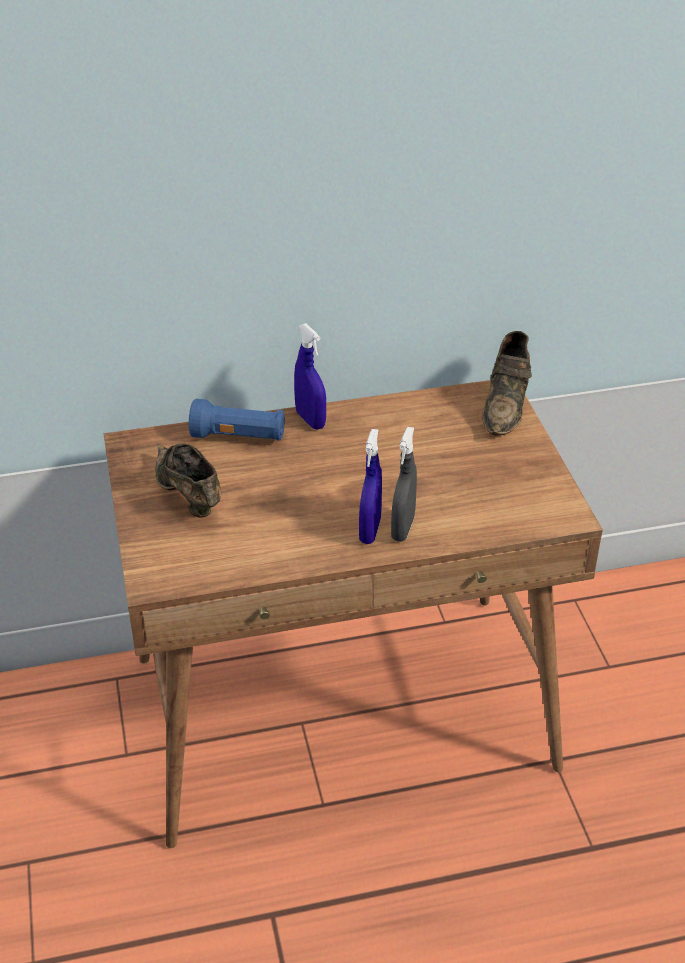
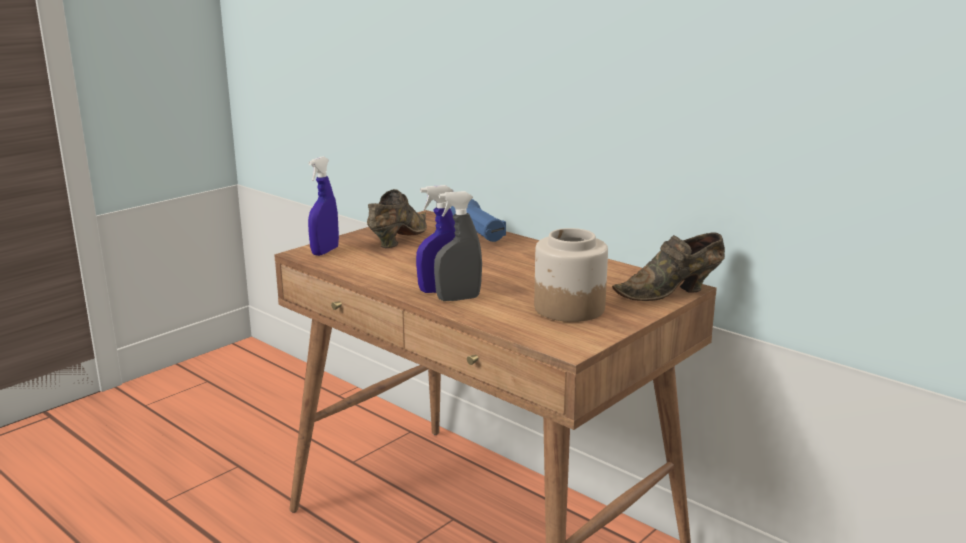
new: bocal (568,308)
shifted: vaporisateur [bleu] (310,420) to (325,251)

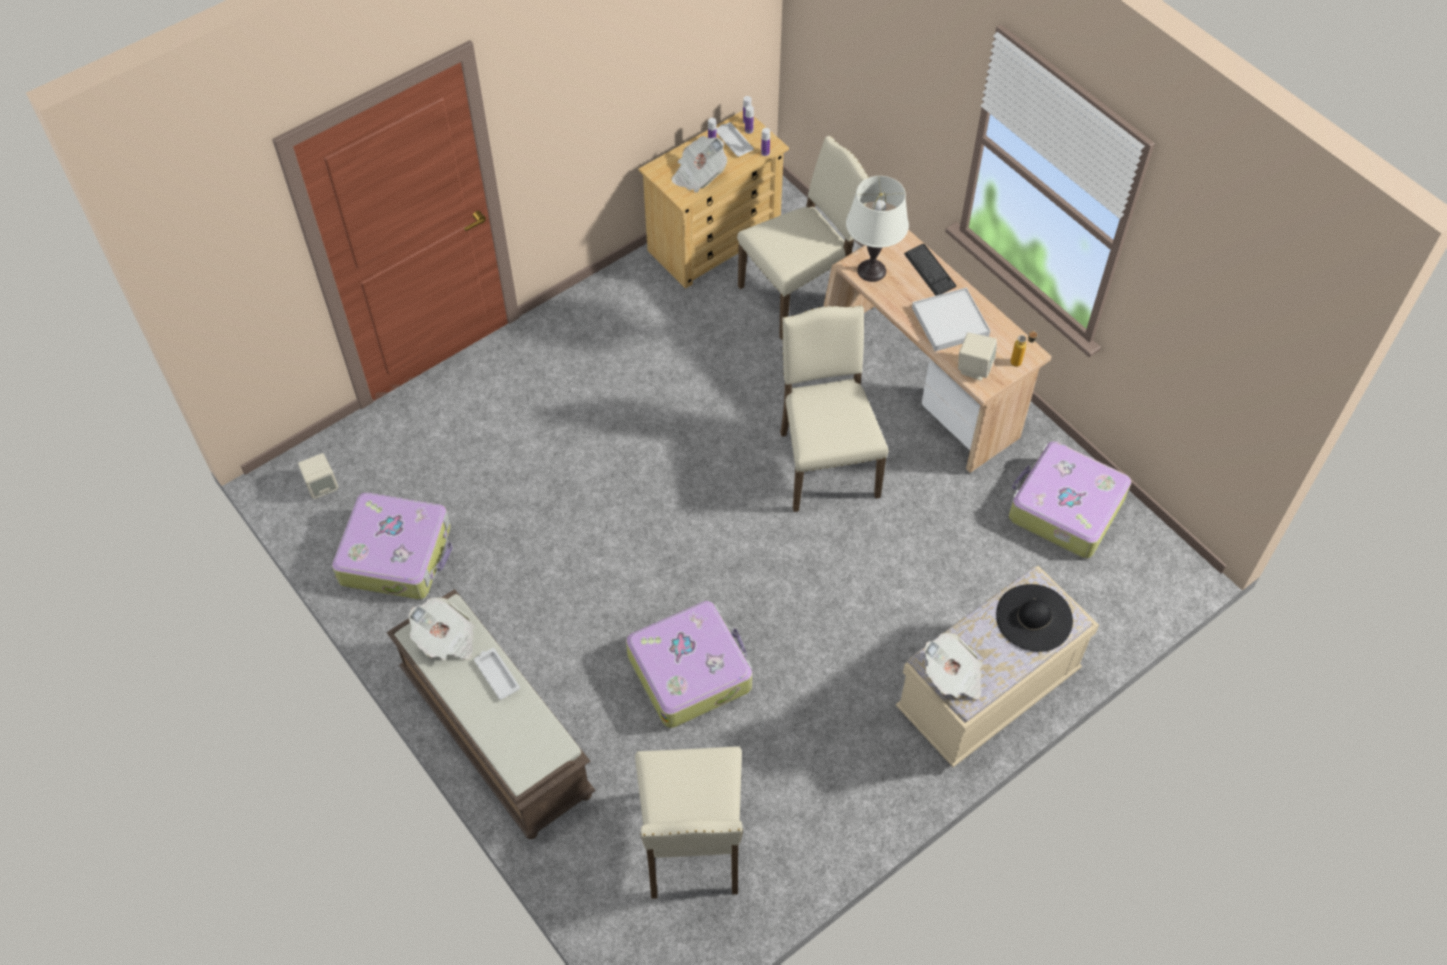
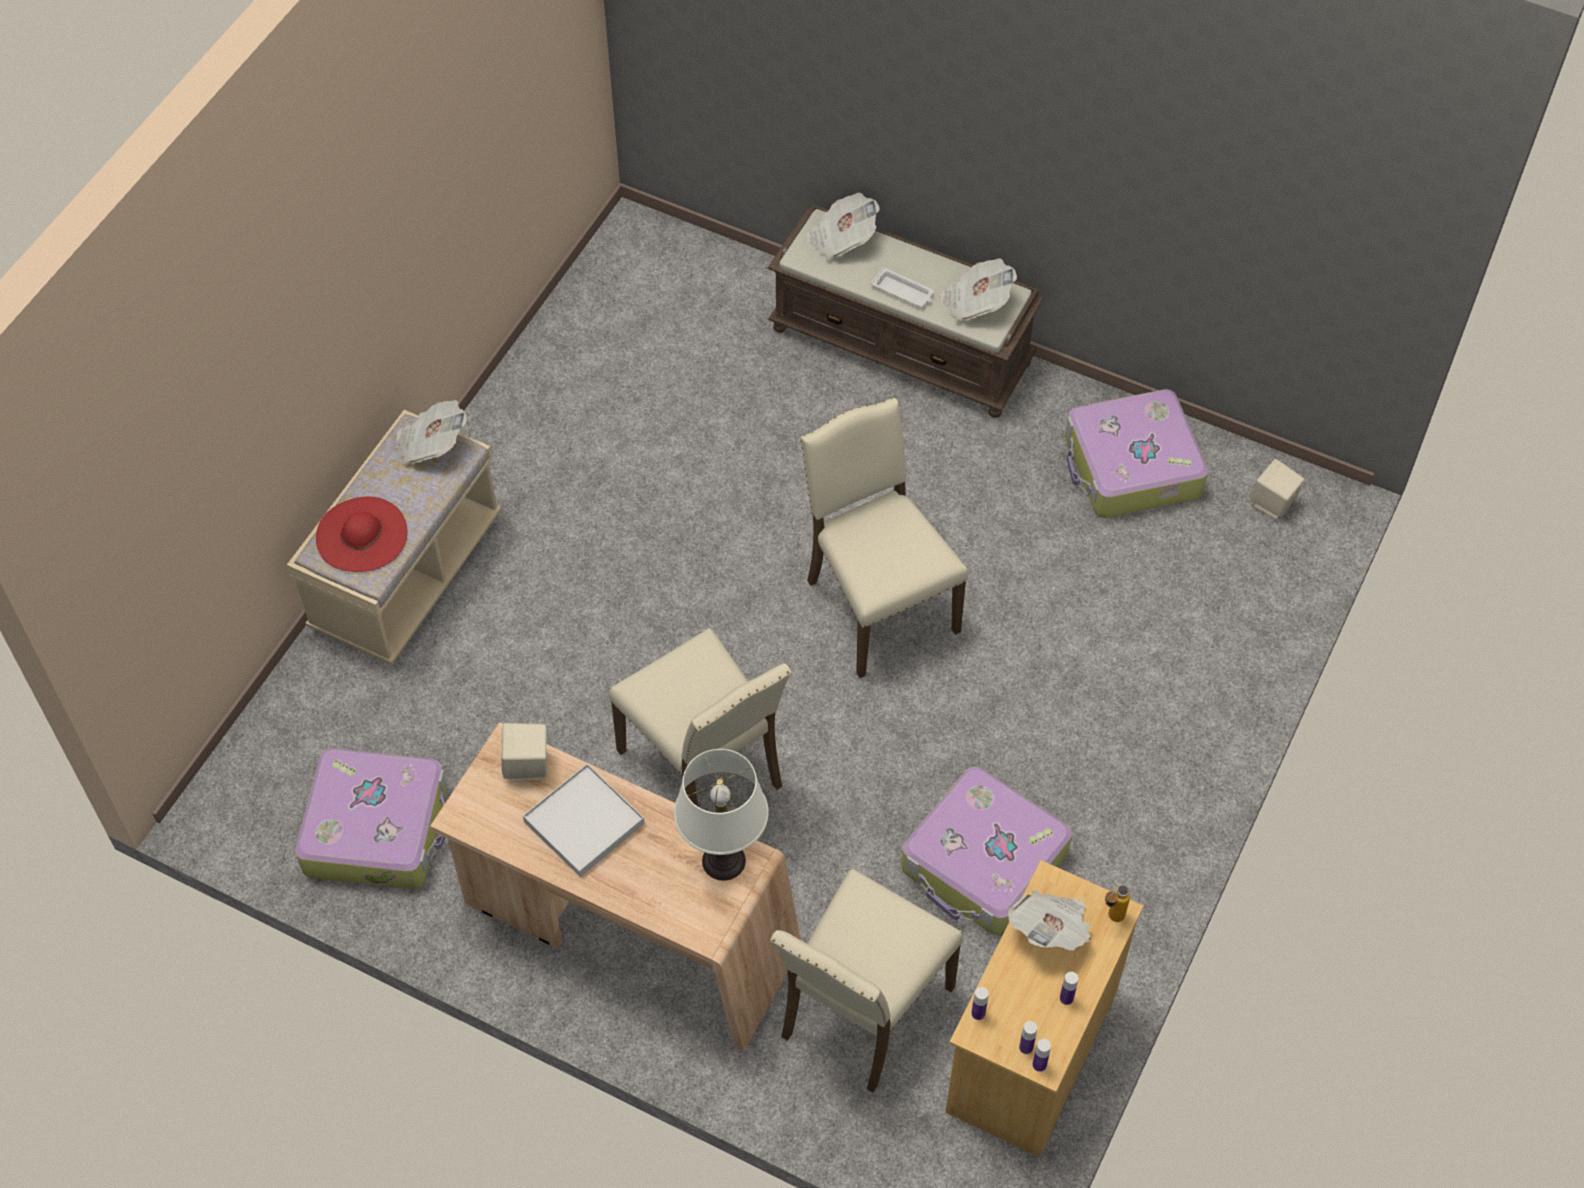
gone: plateau [blanc] (733,141); clavier (929,271)
new: journal (841,239)
shifted: chaise [beige] (692,845) to (877,604); valise (690,670) to (984,863); bouteille (1020,361) to (1111,919)
repainted: chapeau [noir] (1034,618) to chapeau [rouge] (361,535)

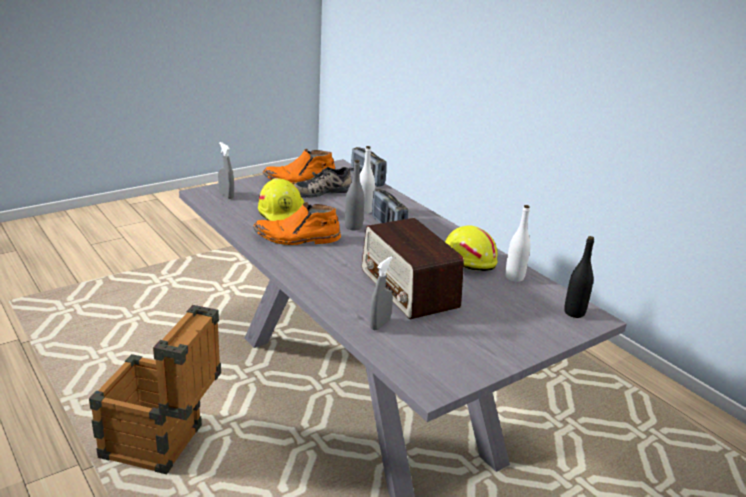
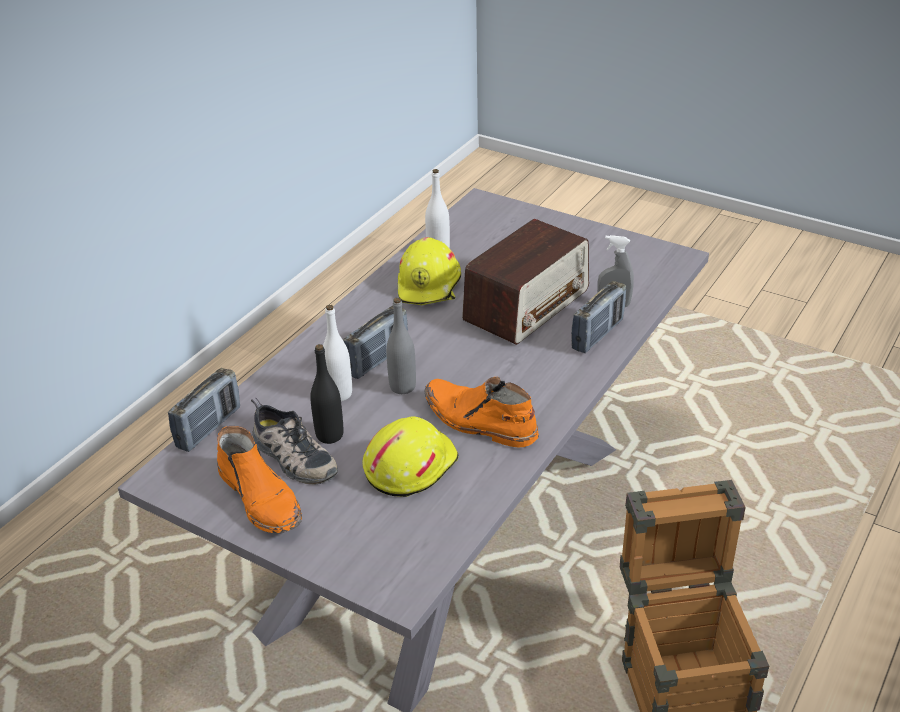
gone: vaporisateur [gris] (226,195)
new: radio (597,335)
shifted: bouteille [noir] (574,312) to (329,435)
rotated: botte [orange] (297,238) = (479,422) 150 degrees clockwise

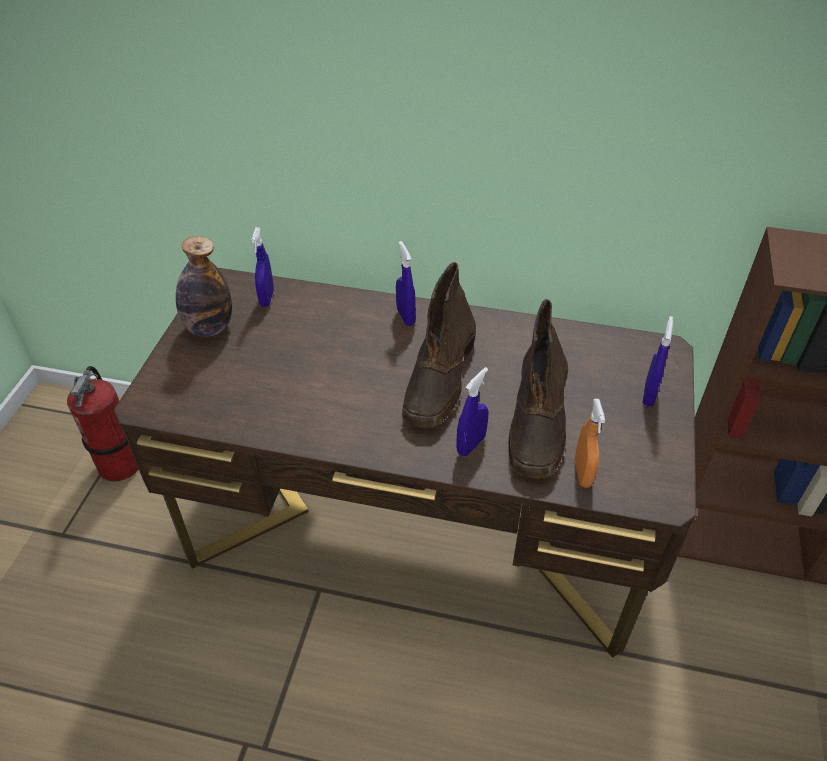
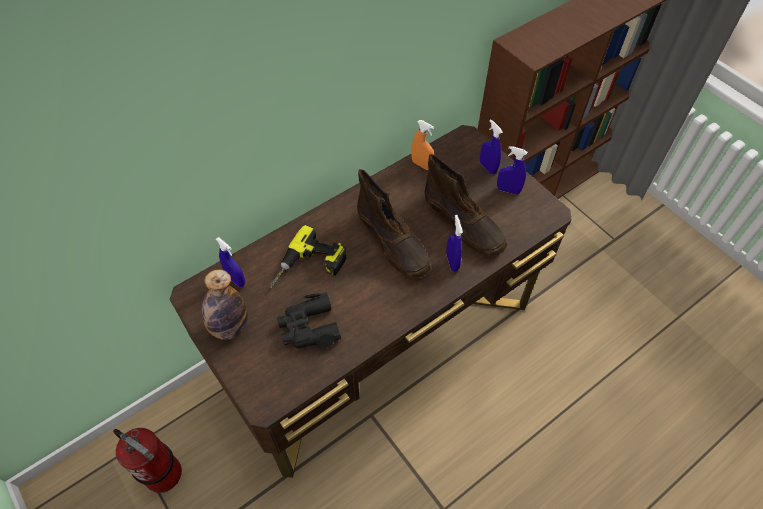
new: perceuse (309,268); jumelles [noir] (309,327)
shifted: vaporisateur [orange] (583,474) to (421,164); vaporisateur [bleu] (405,317) to (508,190)

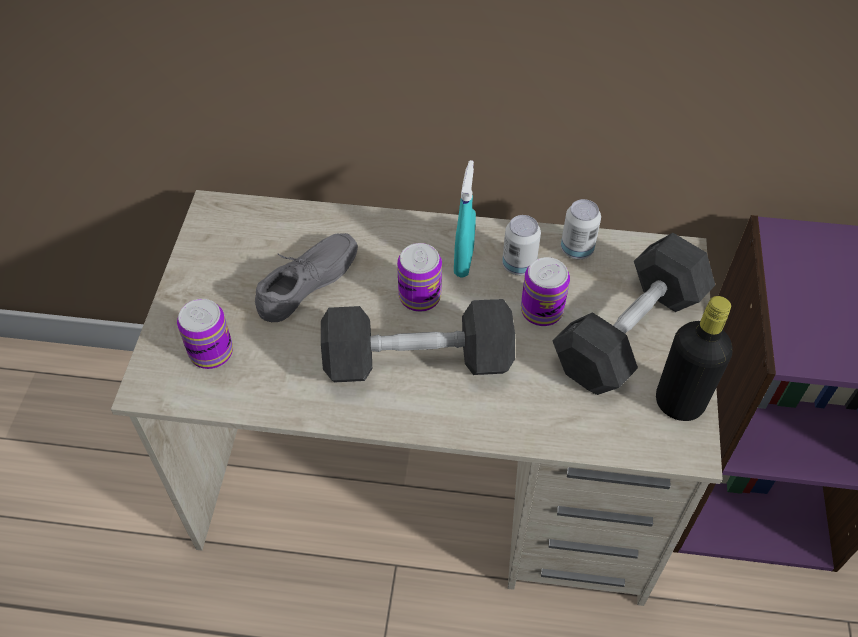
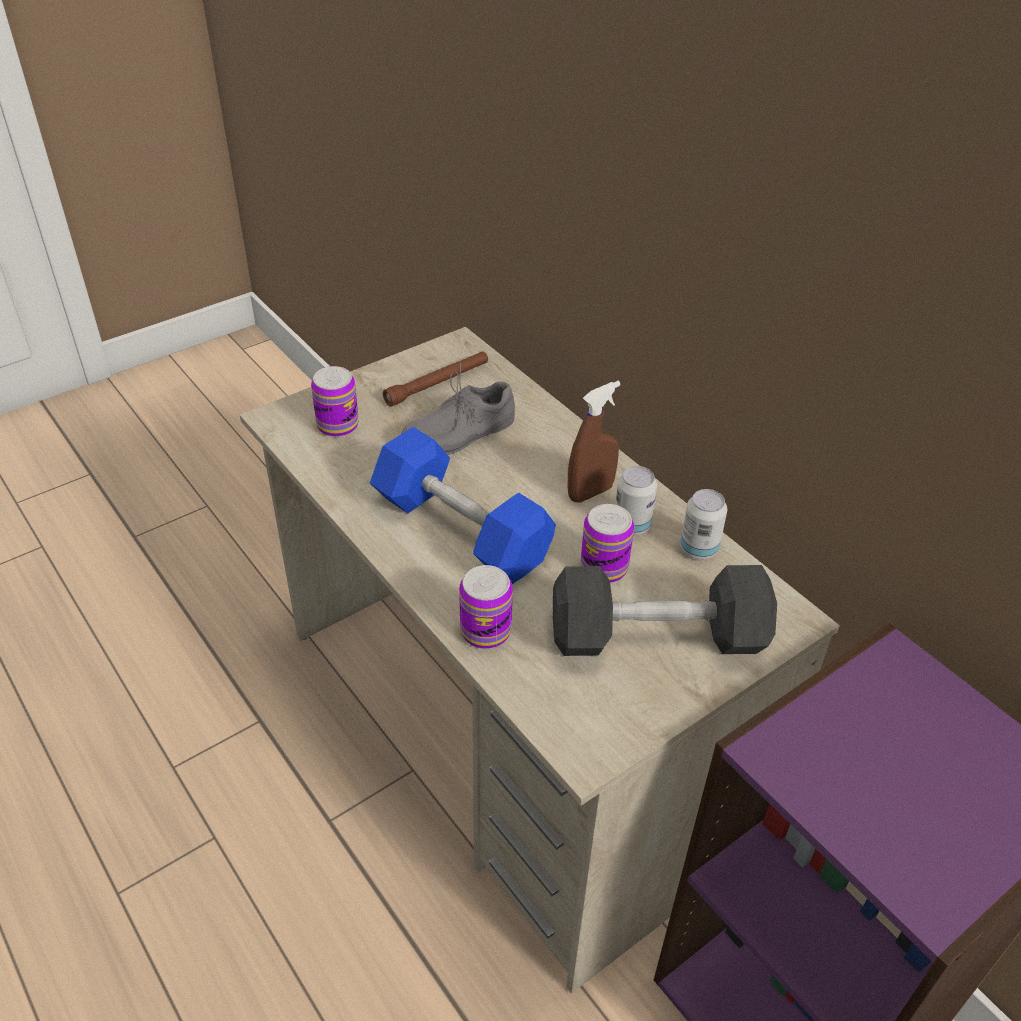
gone: bouteille [noir] (679,403)
new: lampe de poche [marron] (437,384)
shifted: boîte métallique (420,297) to (485,631)
repainted: haltère [gris] (418,361) to haltère [bleu] (461,529); vaporisateur [turquoise] (463,261) to vaporisateur [marron] (590,492)
rotated: chaussure [gris] (311,285) = (457,431) 150 degrees clockwise

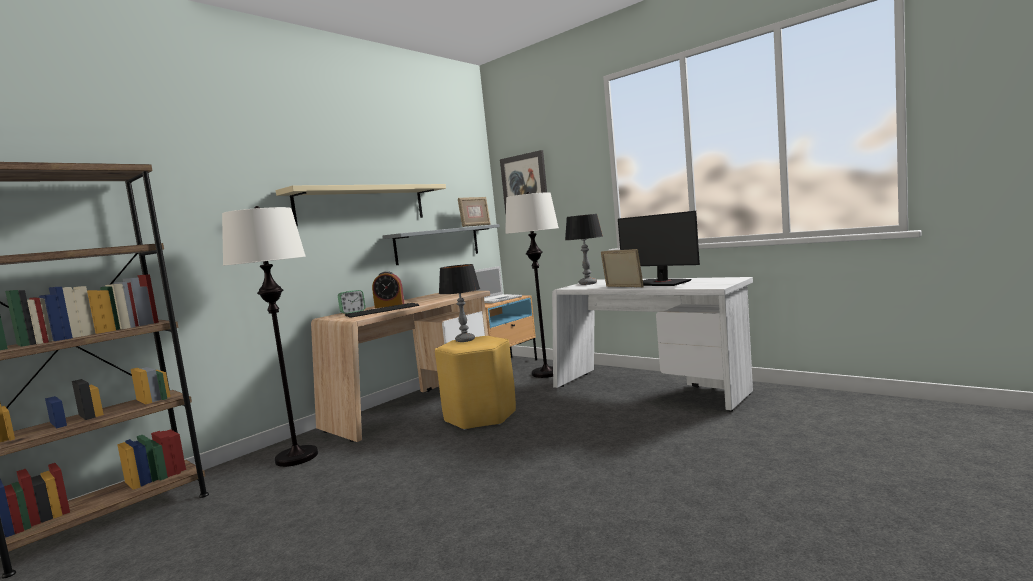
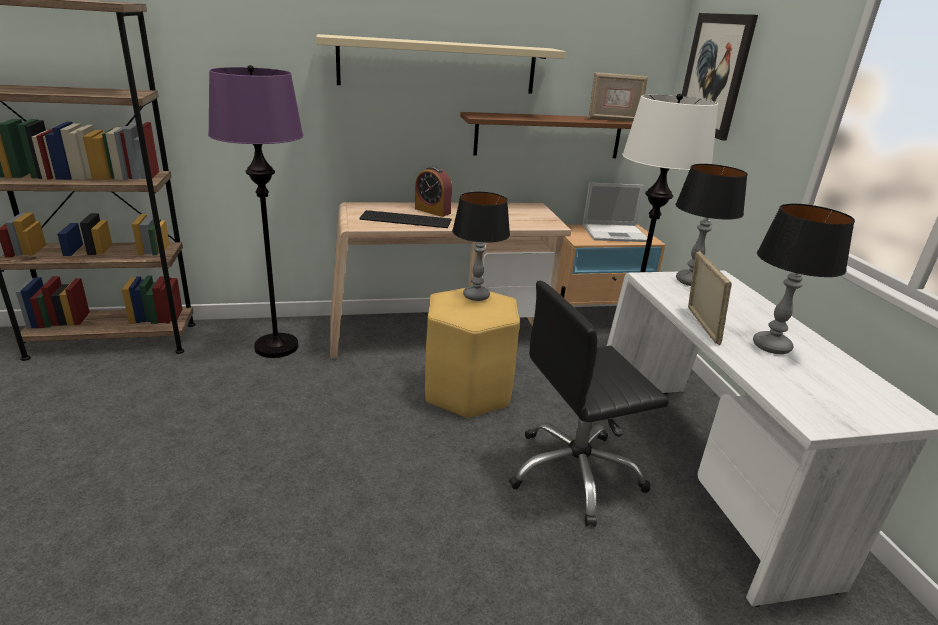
gone: réveil (353,312)
new: chaise de bureau [noir] (575,473)
swapped: écran d'ordinateur (661,283) to lampe de table (771,346)
repainted: lampadaire [blanc] (297,457) to lampadaire [violet] (277,347); étagère [gris] (438,244) to étagère [marron] (548,136)

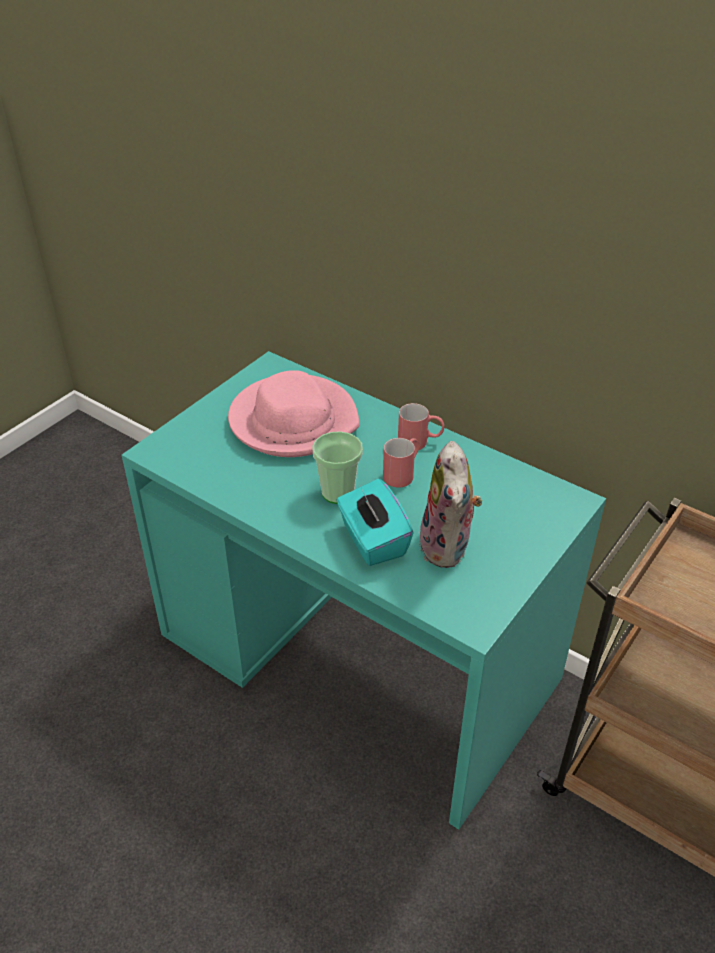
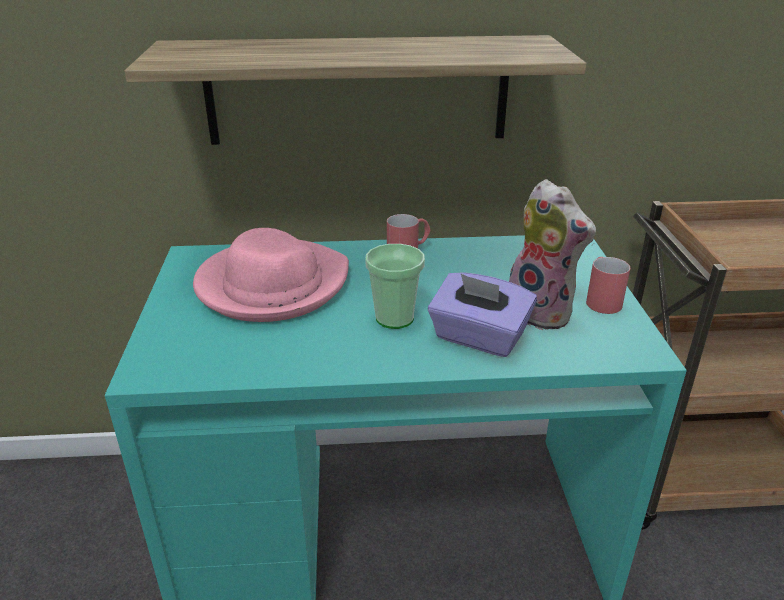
new: étagère (357,90)
shifted: mug [rouge] (402,473) to (601,299)
repainted: boîte à mouchoirs [turquoise] (372,541) to boîte à mouchoirs [violet] (478,338)

